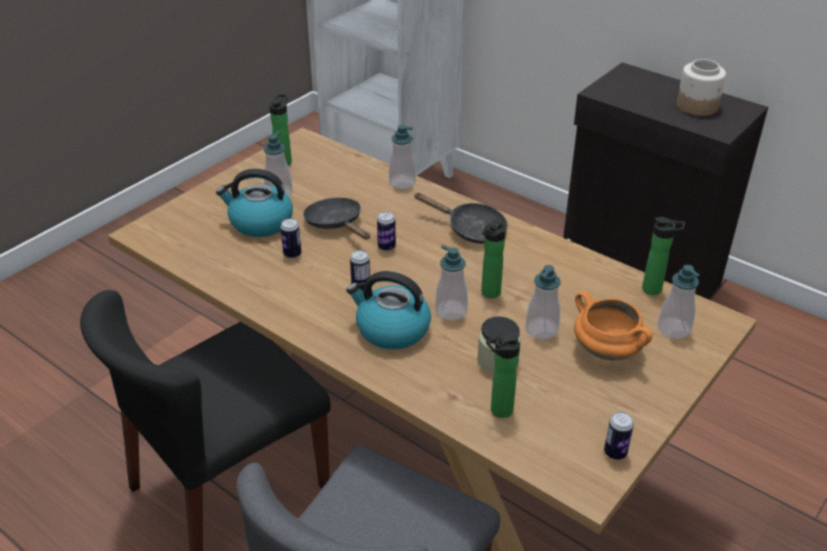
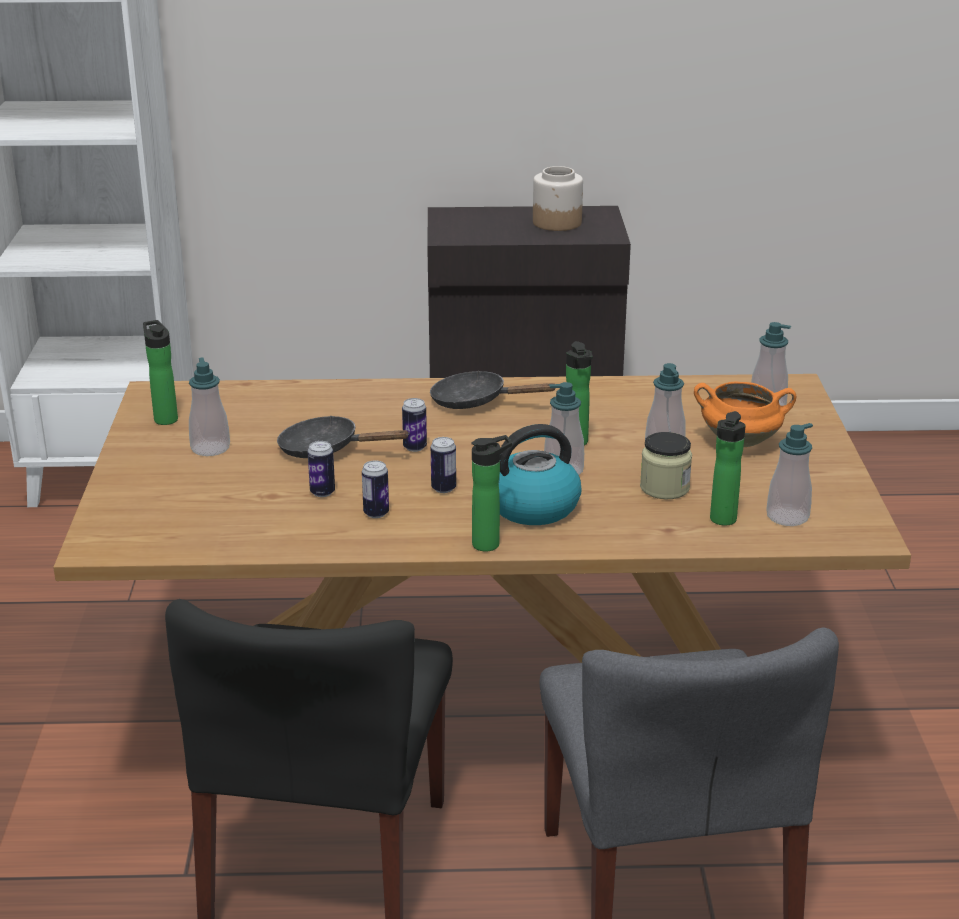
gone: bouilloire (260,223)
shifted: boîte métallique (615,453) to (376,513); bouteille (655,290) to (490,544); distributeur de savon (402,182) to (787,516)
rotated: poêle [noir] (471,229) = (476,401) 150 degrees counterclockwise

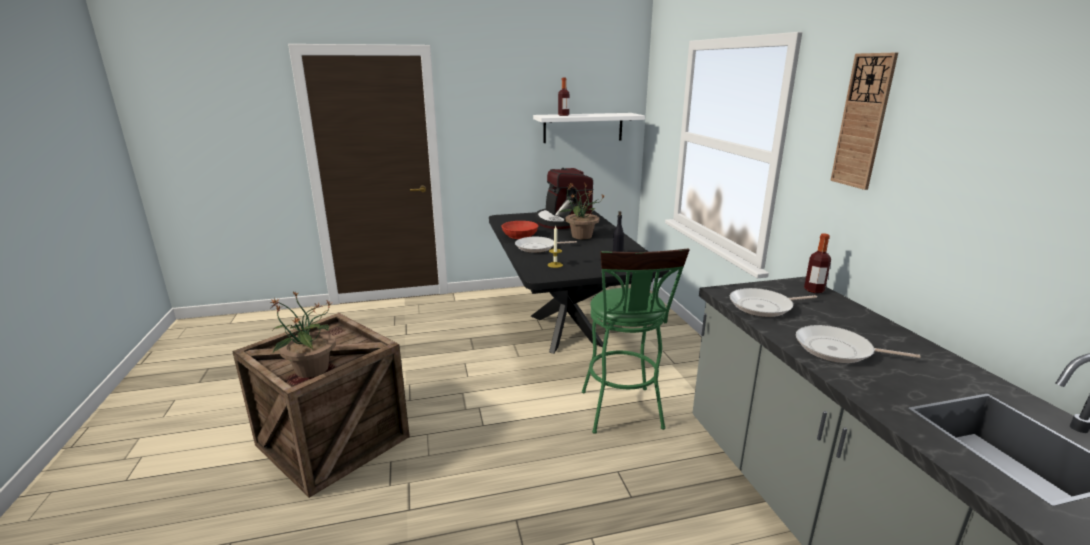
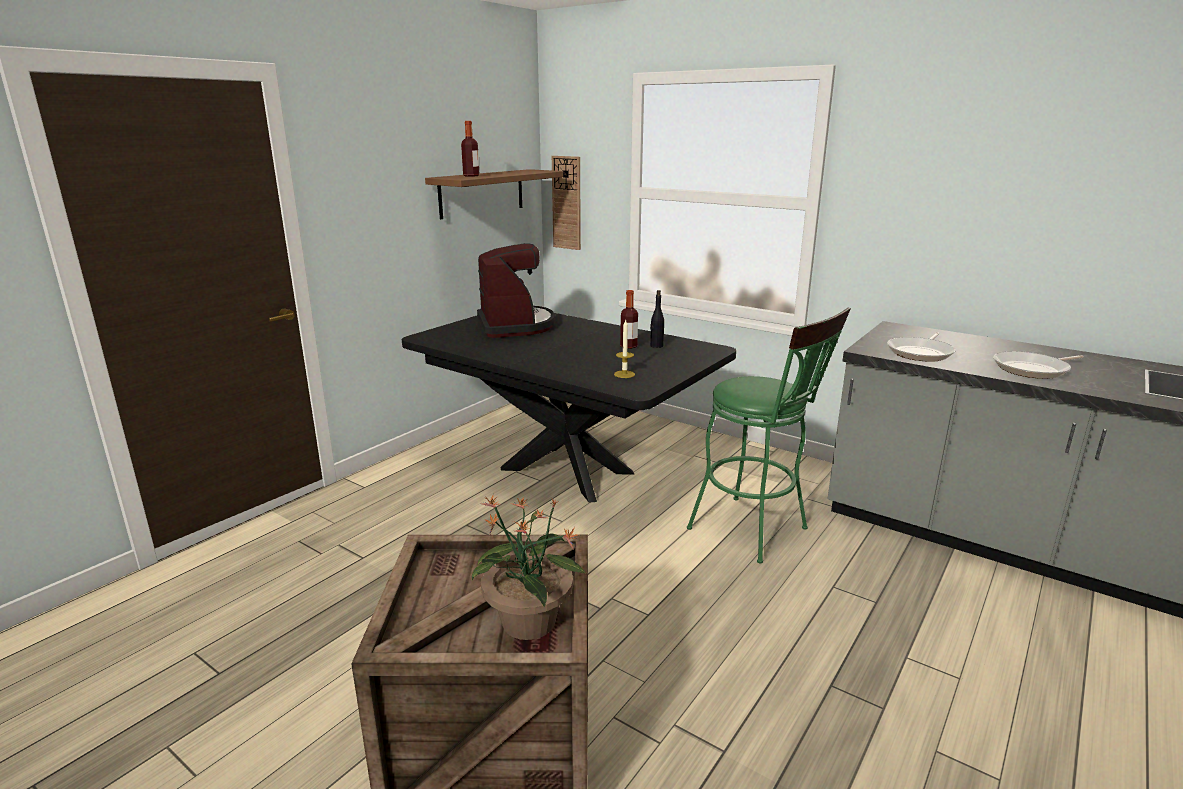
gone: bol [rouge] (520,235); poêle (538,247); plante en pot (581,236)
shifted: horloge murale (863,121) to (567,203); bouteille (814,290) to (628,346)
repainted: étagère [blanc] (583,127) to étagère [marron] (482,193)
rotated: machine à café (563,221) = (515,325) 135 degrees counterclockwise

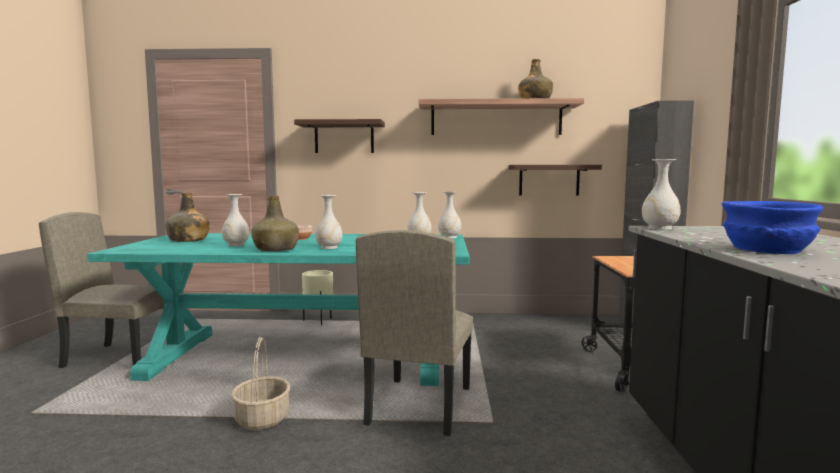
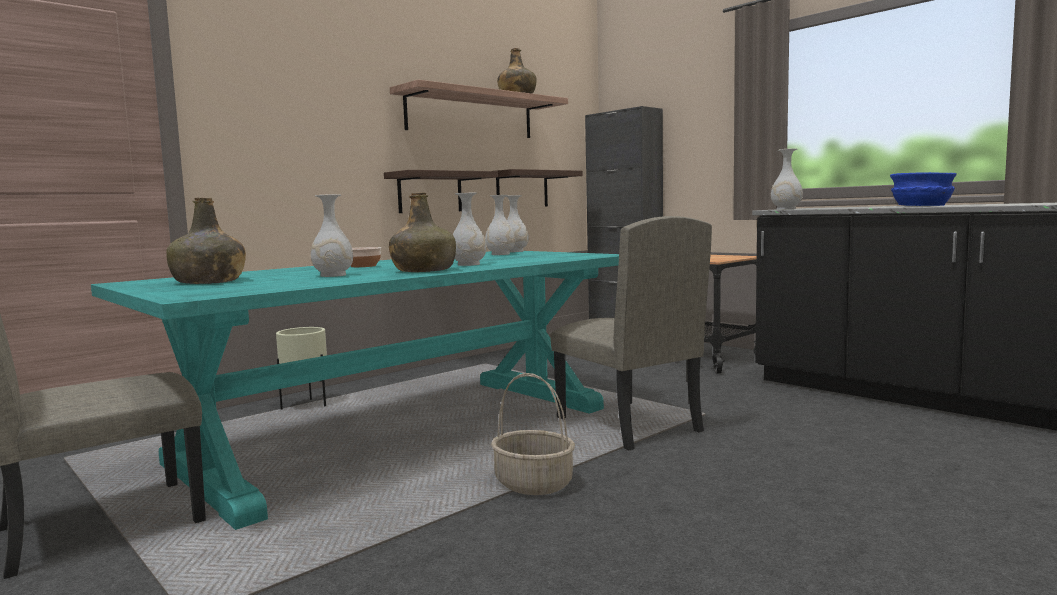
shifted: étagère (344,137) to (430,192)

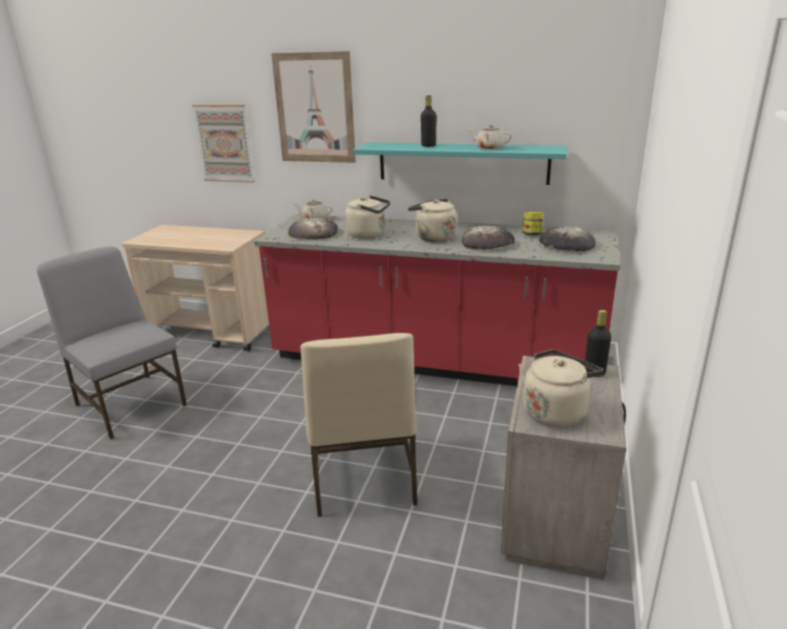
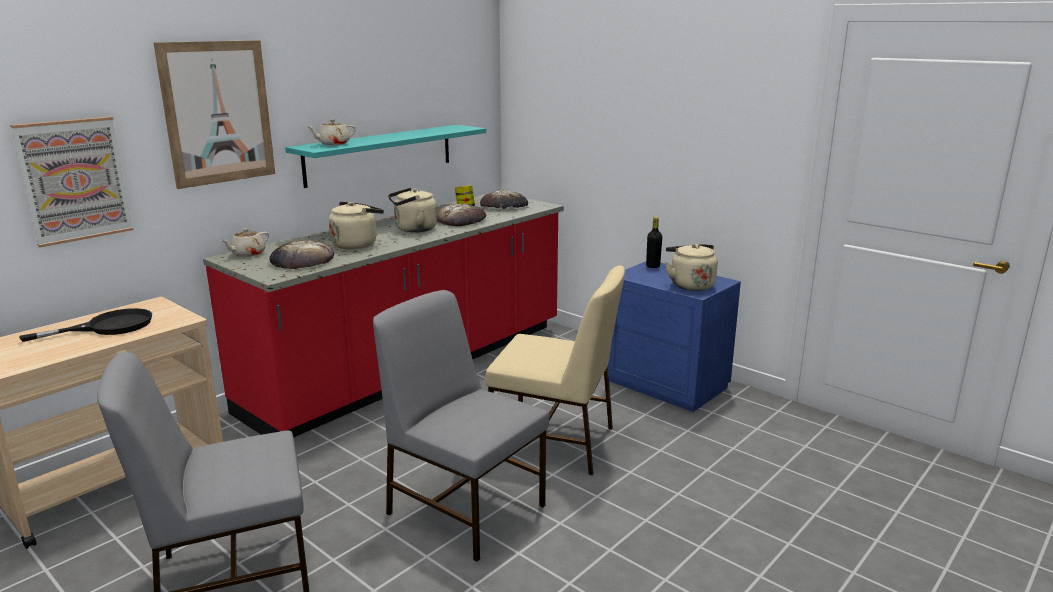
gone: bouteille [noir] (428,146)
new: poêle [noir] (108,327); chaise [gris] (465,507)
shifted: théière [beige] (489,148) to (333,144)
repainted: table de chevet [beige] (556,520) to table de chevet [bleu] (667,384)

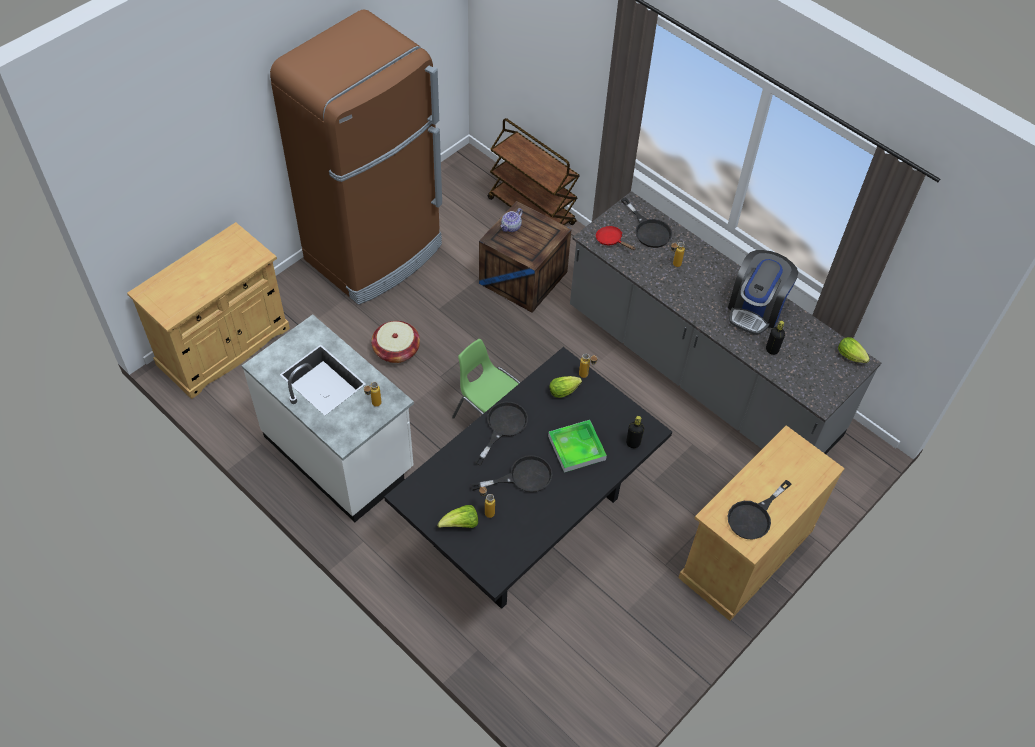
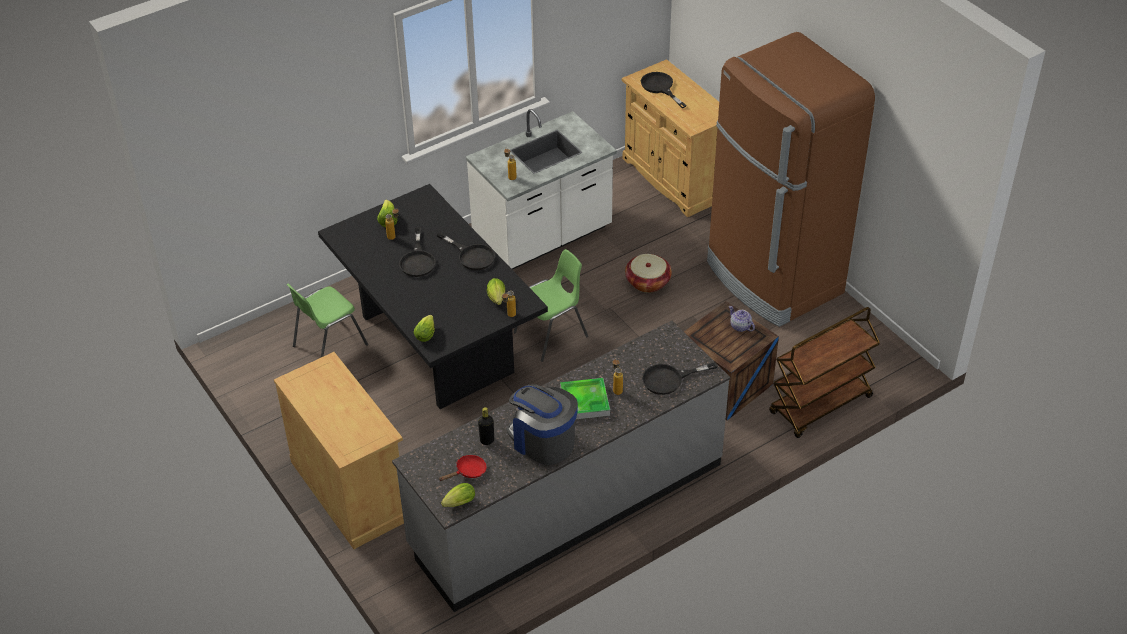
new: chaise [vert] (329,345)
shifted: poêle [rouge] (611,240) to (468,471); plateau (576,448) to (585,401); poêle [noir] (754,516) to (660,87)
swapped: bouteille [noir] (633,443) to laitue (426,333)

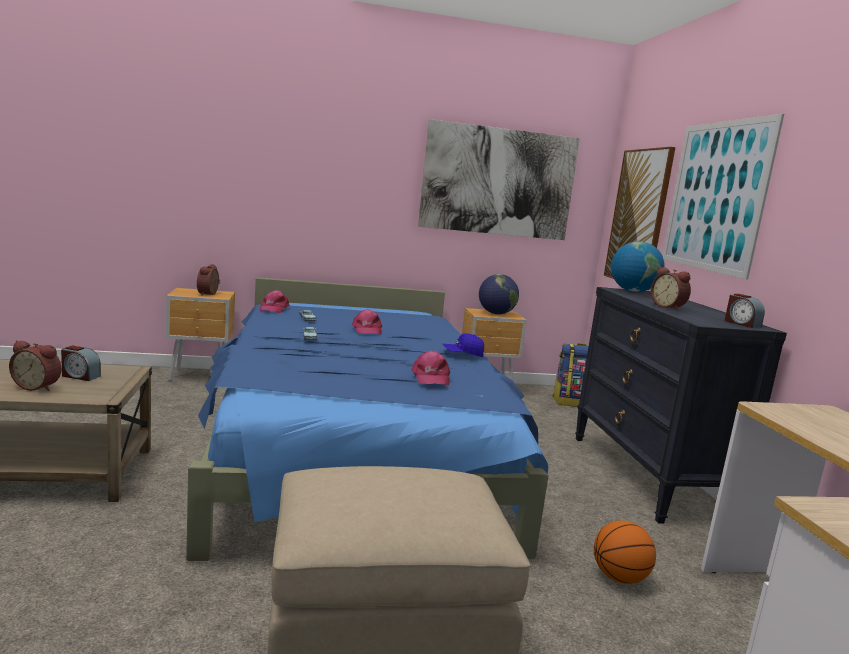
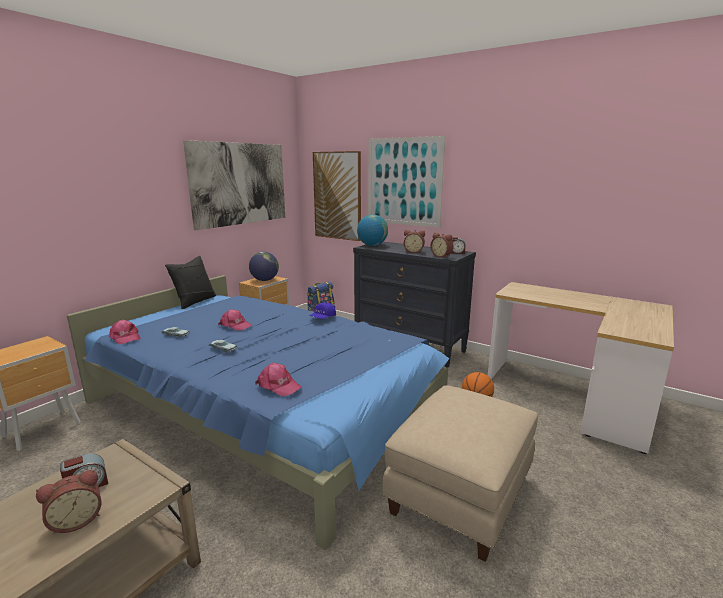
new: coussin [noir] (195,301)
shifted: casquette [rose] (430,377) to (278,385); réveil (209,294) to (442,256)

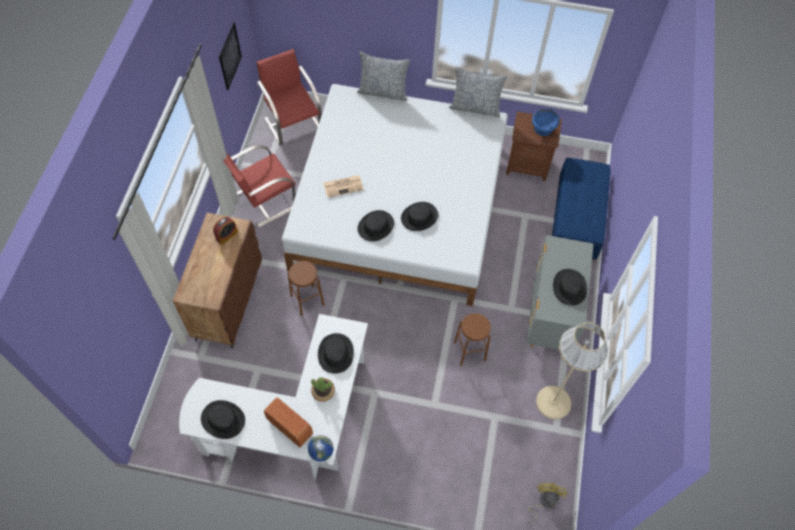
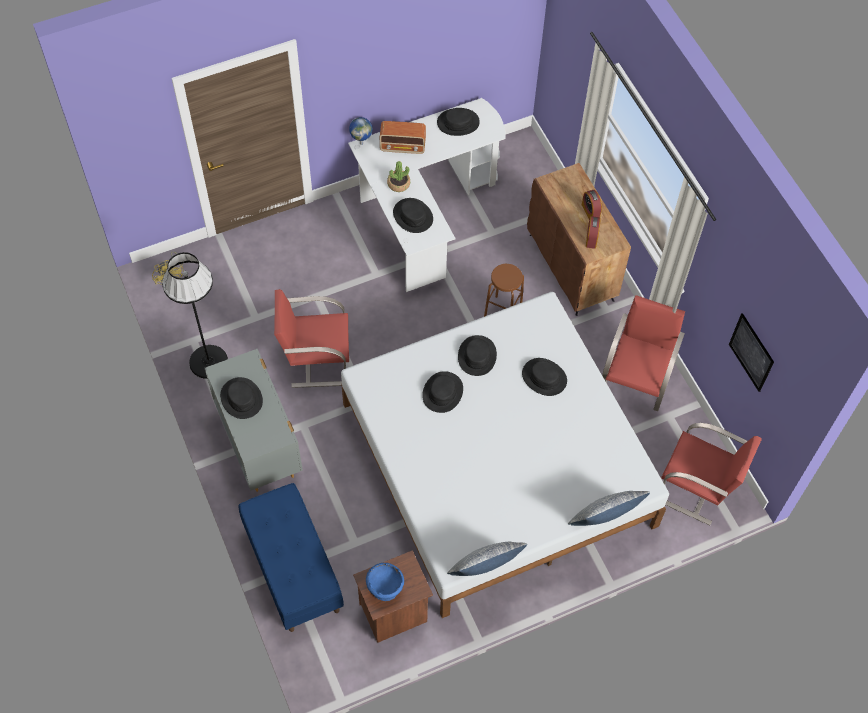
new: réveil (590,212)
swapped: tabouret [marron] (469,351) to chaise [rouge] (316,359); journal (343,186) to chapeau [noir] (544,377)
repainted: lampadaire [beige] (553,402) to lampadaire [noir] (208,361)

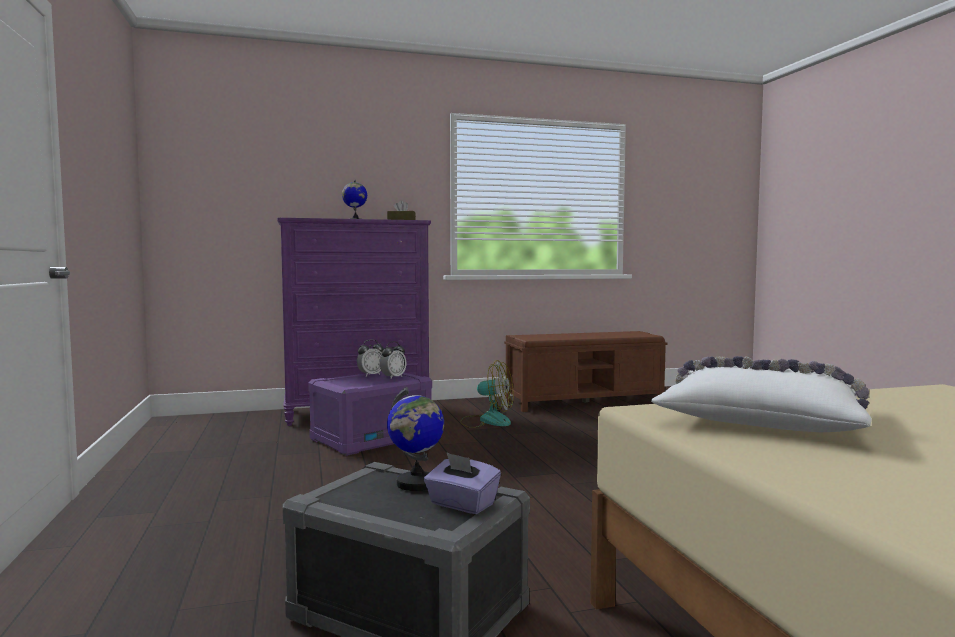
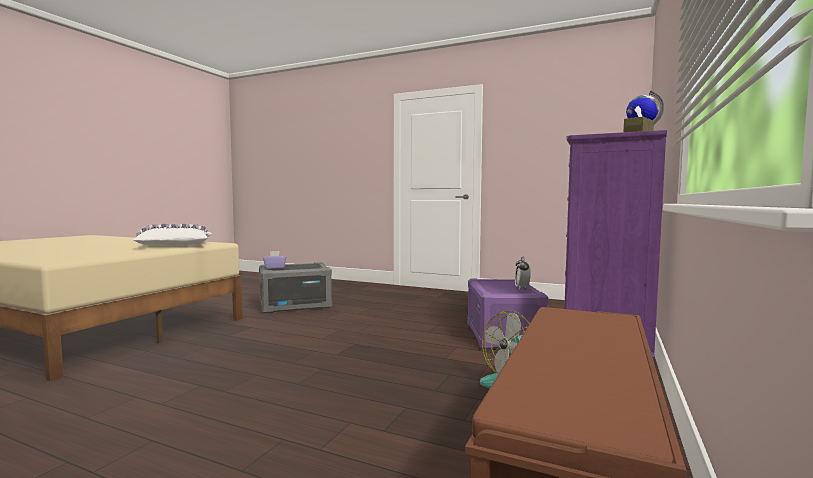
gone: réveil (393,377); globe (416,484)

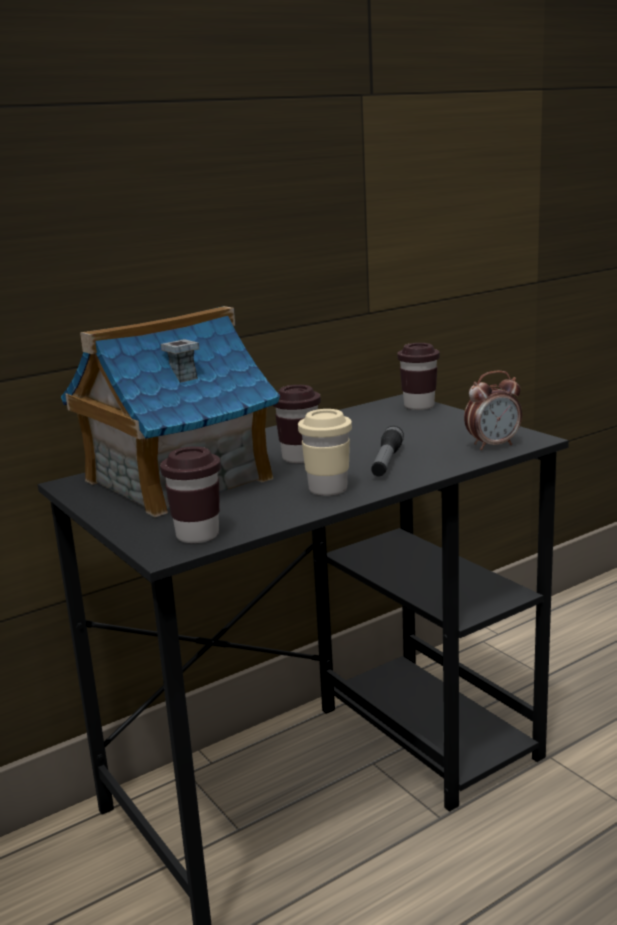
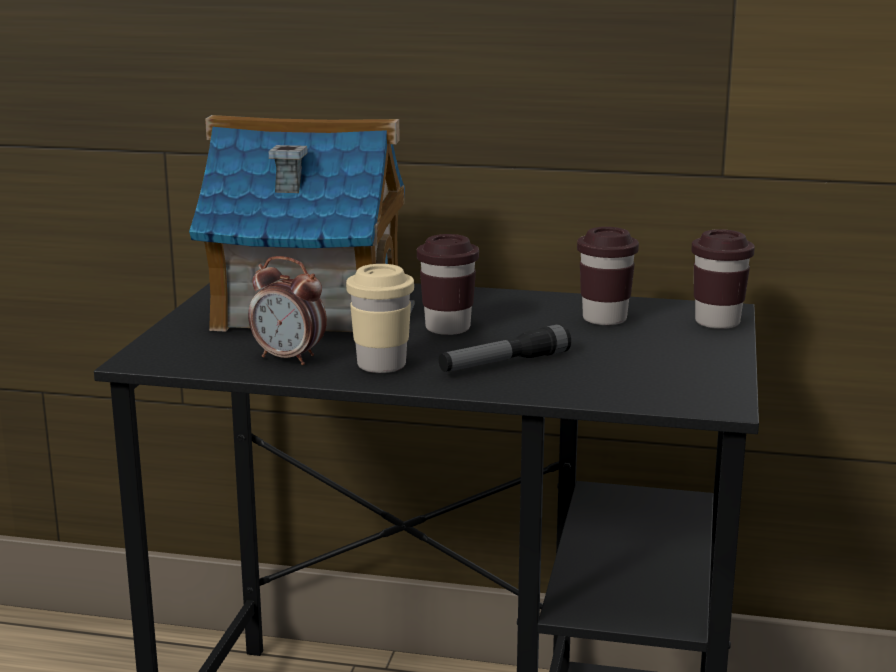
shifted: réveil (493,445) to (289,358); tasse [marron] (197,535) to (604,319)

